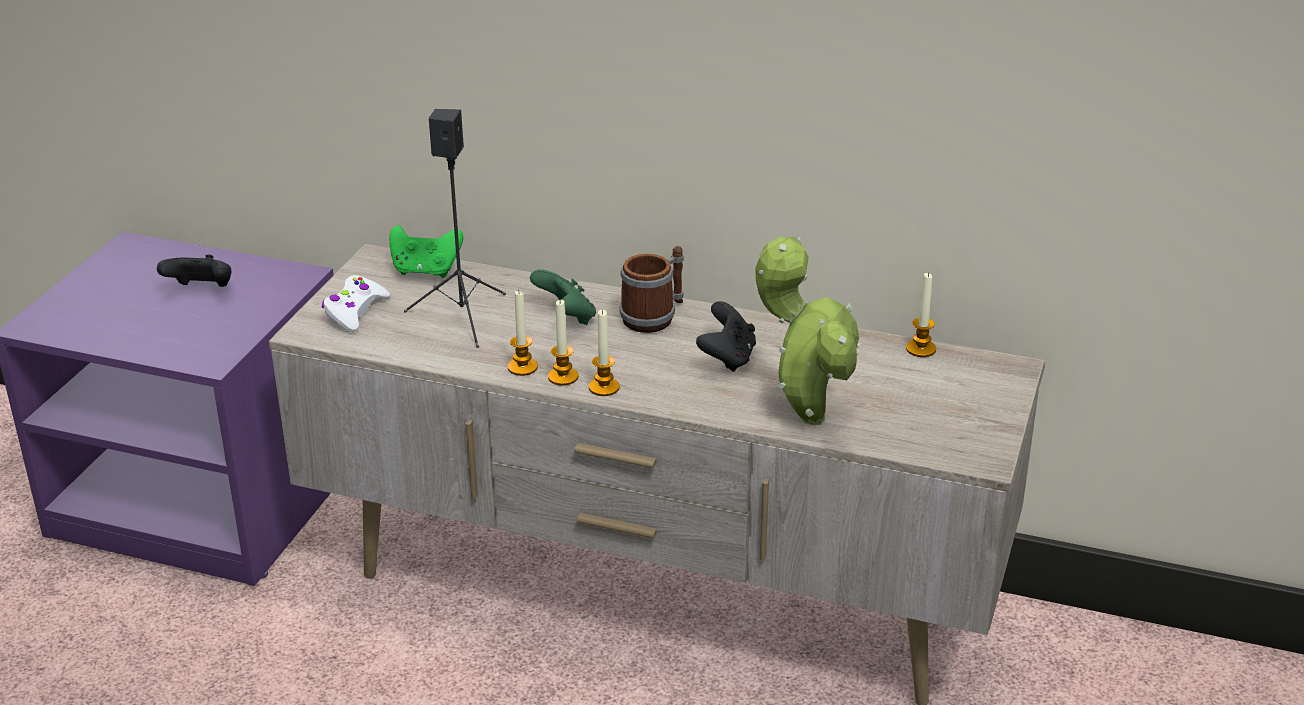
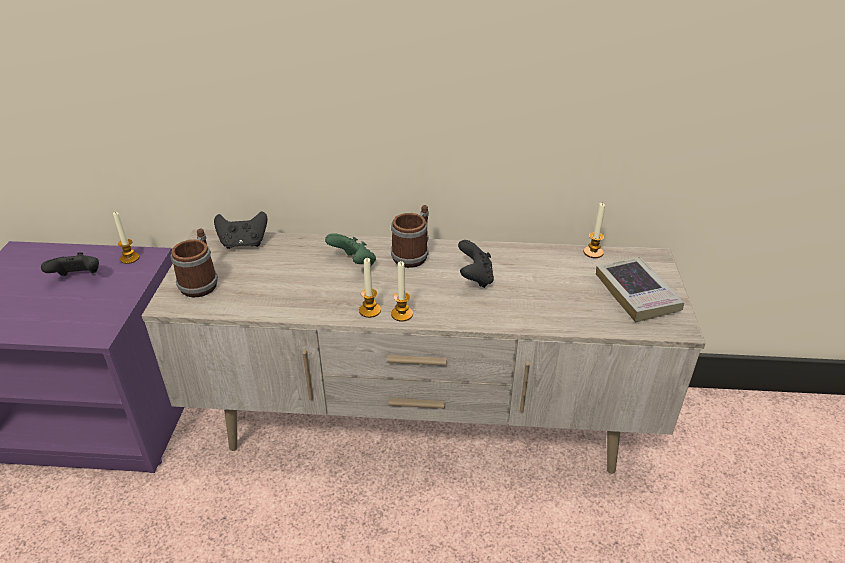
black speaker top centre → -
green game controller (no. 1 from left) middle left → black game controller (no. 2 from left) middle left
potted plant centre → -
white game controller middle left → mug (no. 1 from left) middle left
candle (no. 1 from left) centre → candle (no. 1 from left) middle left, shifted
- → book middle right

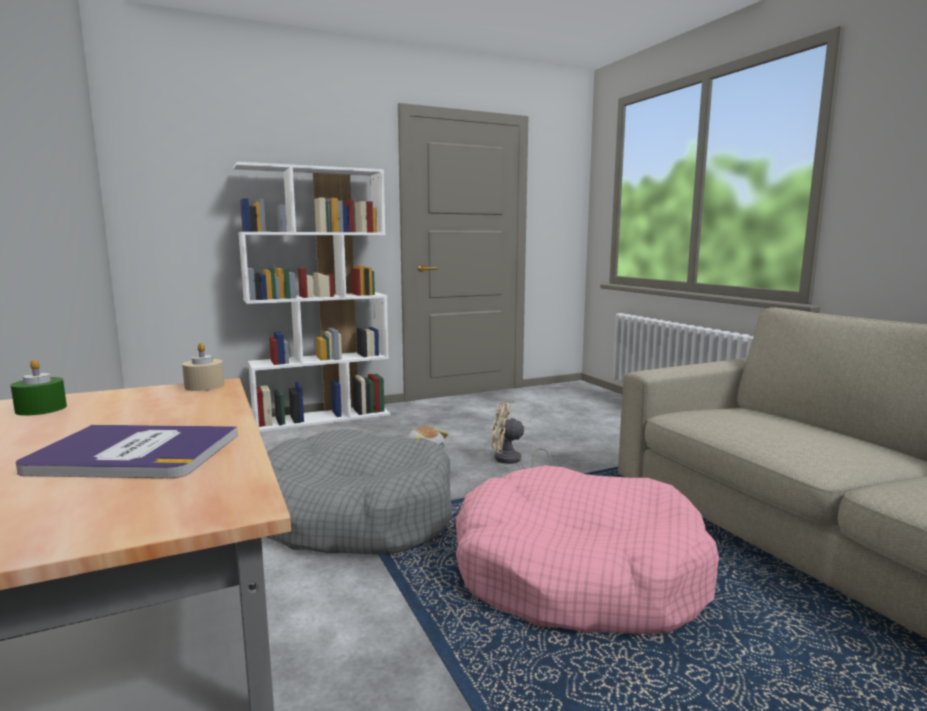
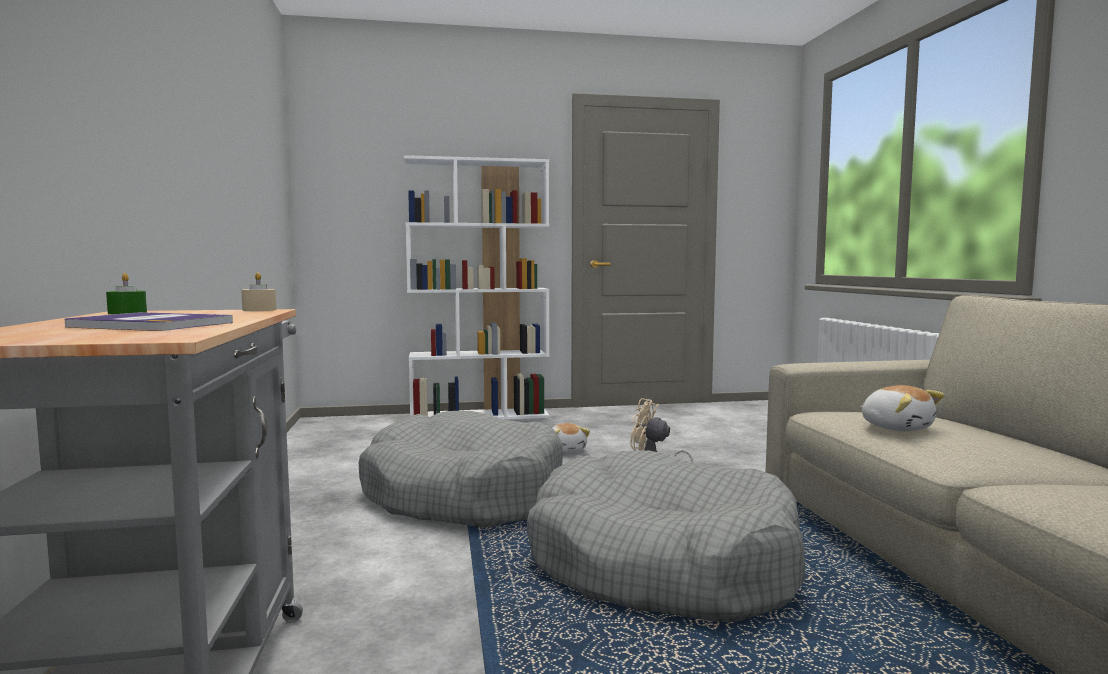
pink dog bed bottom centre → grey dog bed (no. 2 from left) bottom centre
- → plush toy (no. 2 from left) middle right

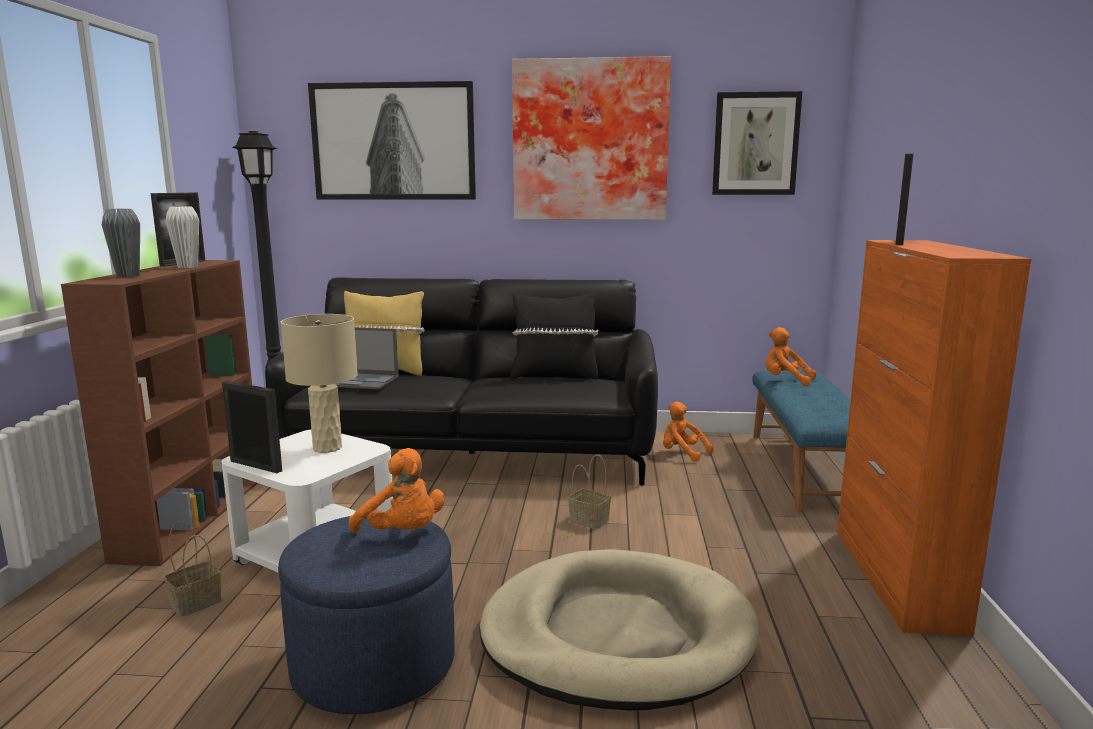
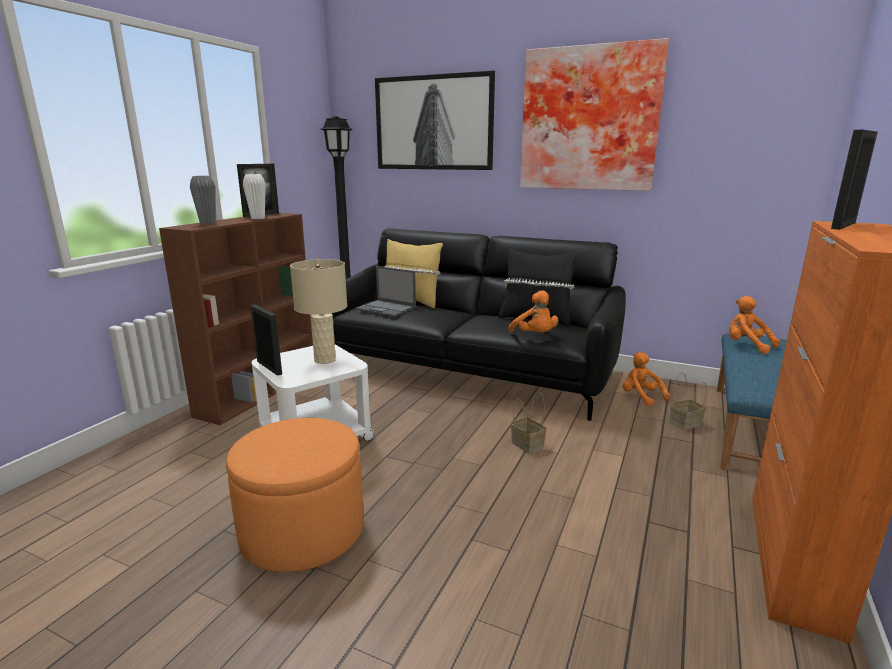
picture (no. 3 from left) top right → -
orange plush toy (no. 1 from left) bottom centre → orange plush toy (no. 1 from left) centre, shifted
blue ottoman bottom centre → orange ottoman bottom left
basket (no. 1 from left in the first image) bottom left → basket (no. 2 from left) middle right, shifted
beige dog bed bottom centre → -

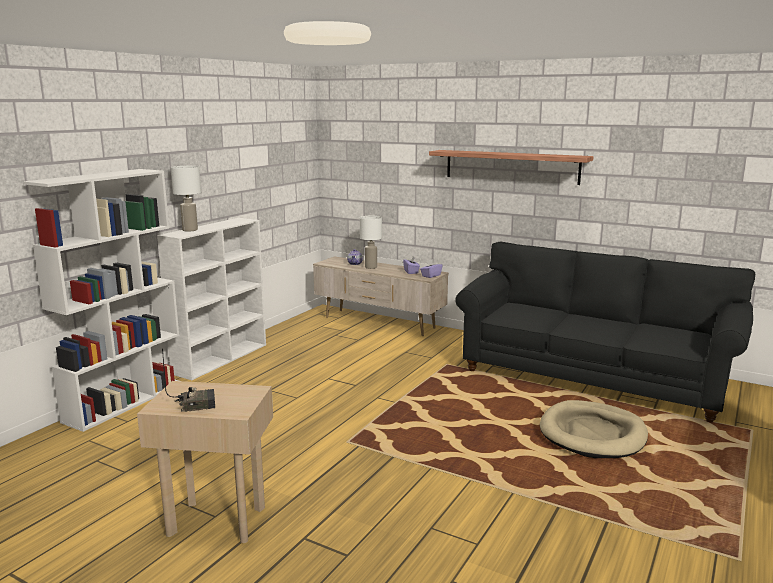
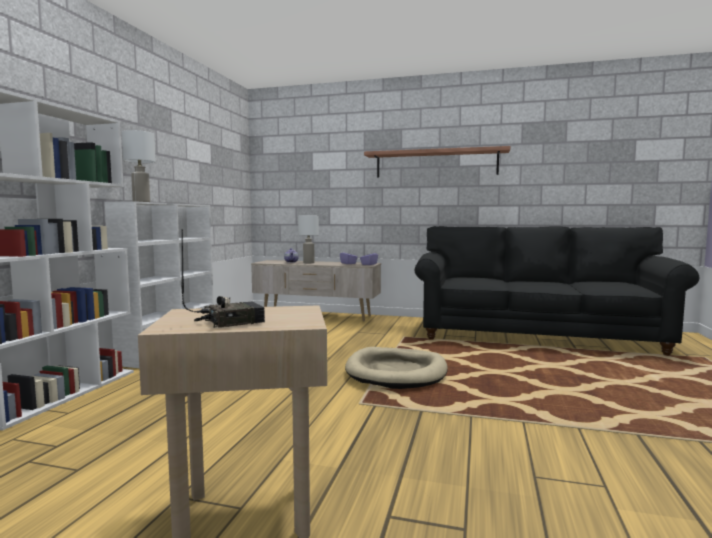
beige dog bed bottom right → beige dog bed bottom centre, shifted

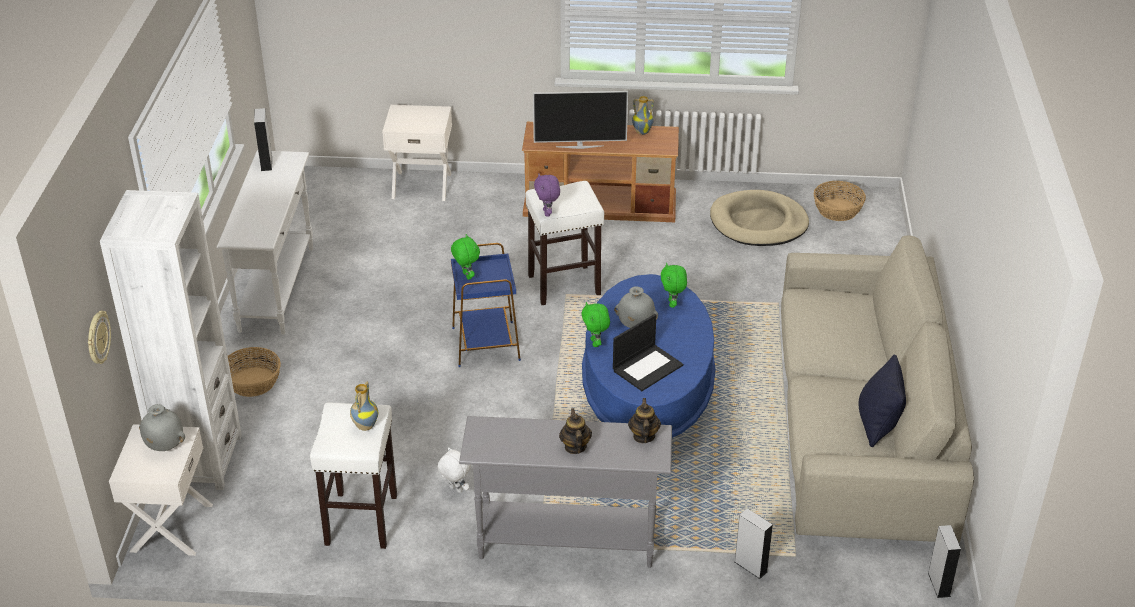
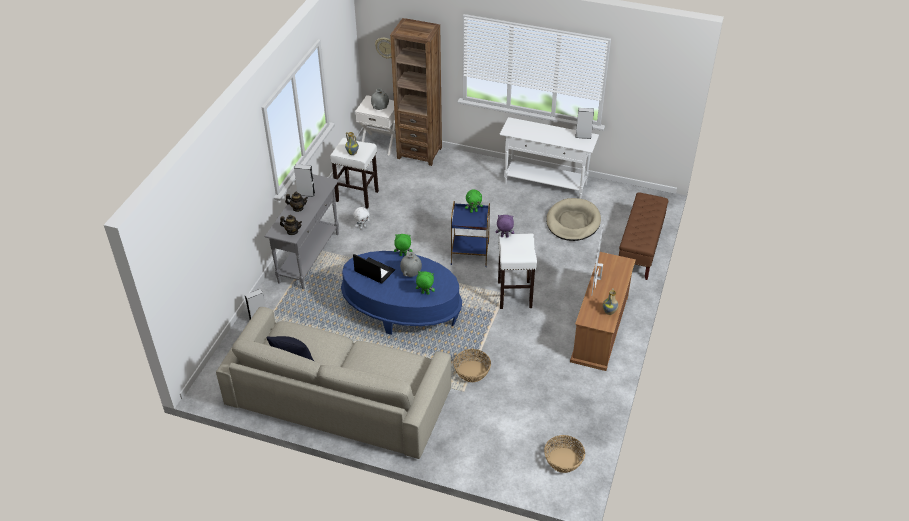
white nightstand (no. 2 from left) top centre → brown bench middle right
white bookcase middle left → brown bookcase top centre
beige dog bed middle right → beige dog bed centre, shifted
laptop centre, 150 degrees clockwise
basket (no. 1 from left) middle left → basket (no. 1 from left) bottom centre, shifted
grey speaker (no. 3 from left in the first image) bottom right → grey speaker (no. 2 from left) centre, shifted

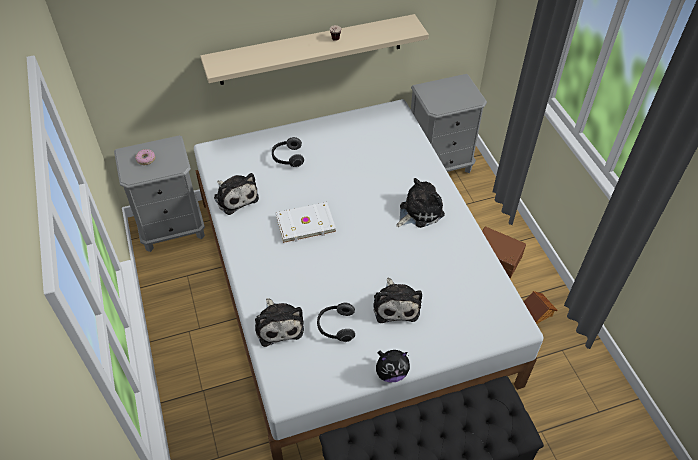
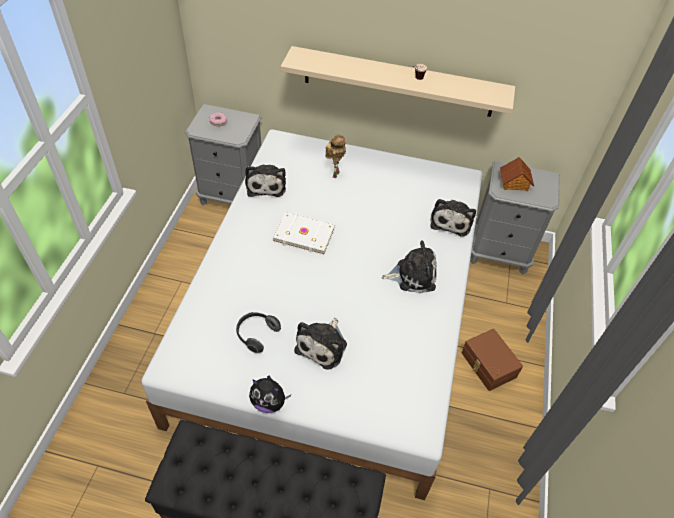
headphones (no. 1 from left) top centre → toy robot top centre
toy house bottom right → toy house middle right, shifted
plush toy (no. 2 from left in the first image) bottom centre → plush toy (no. 5 from left) middle right, shifted

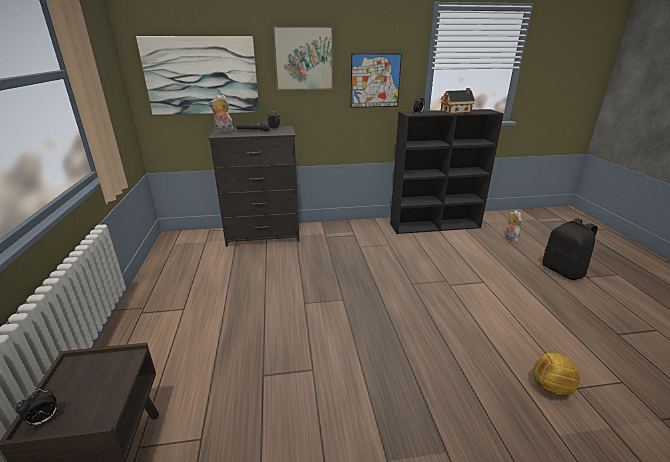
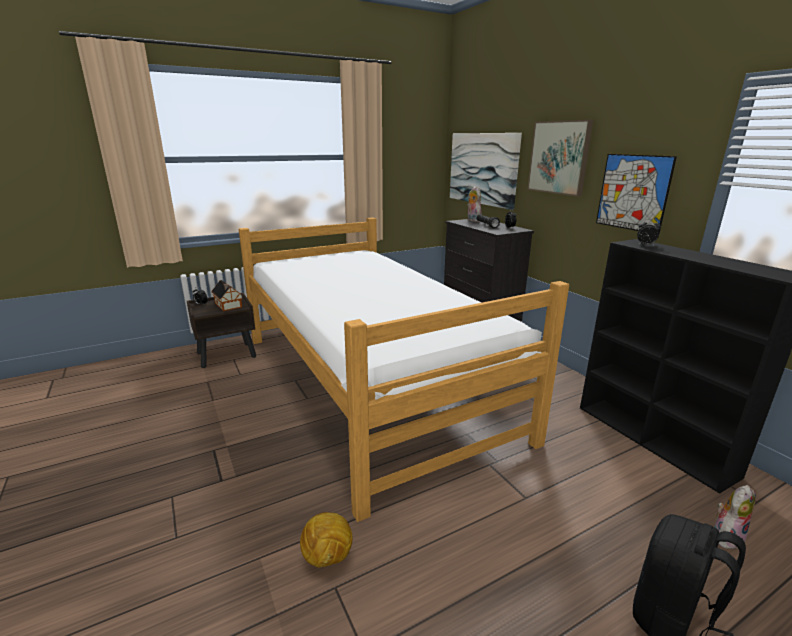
toy house top right → toy house middle left, shifted
- → bed centre

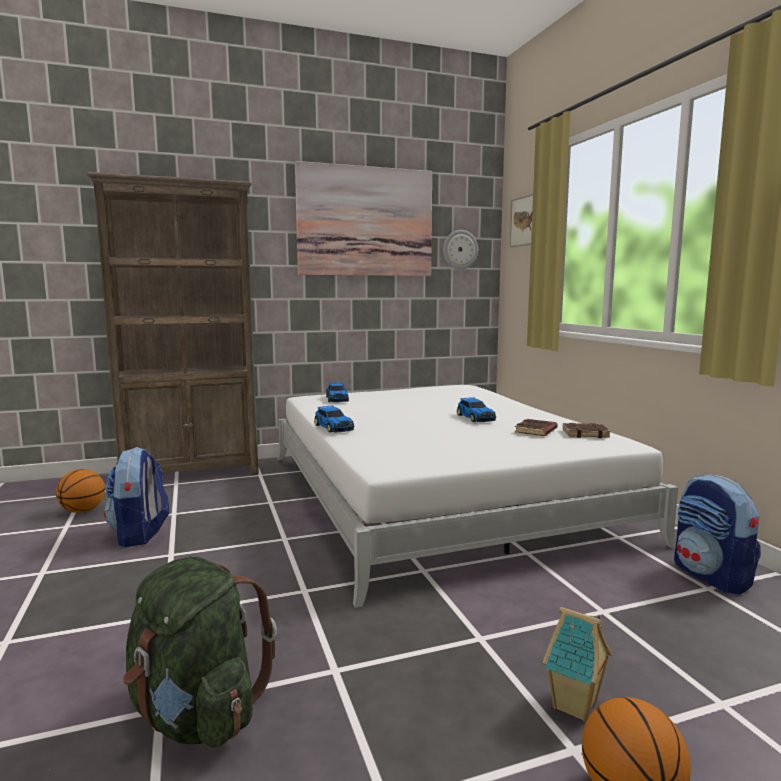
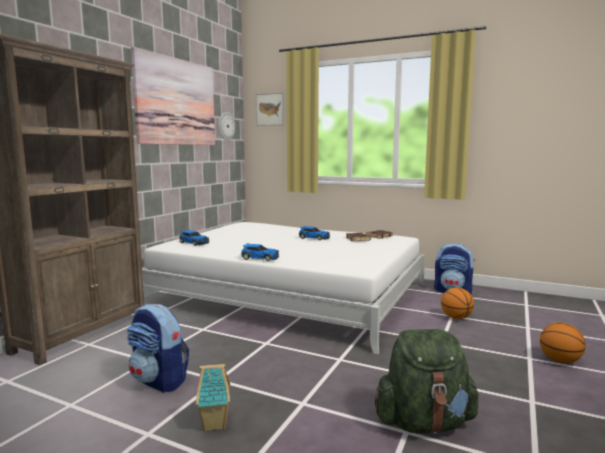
basketball (no. 1 from left) middle left → basketball (no. 1 from left) bottom right, shifted
toy house bottom right → toy house bottom centre, shifted

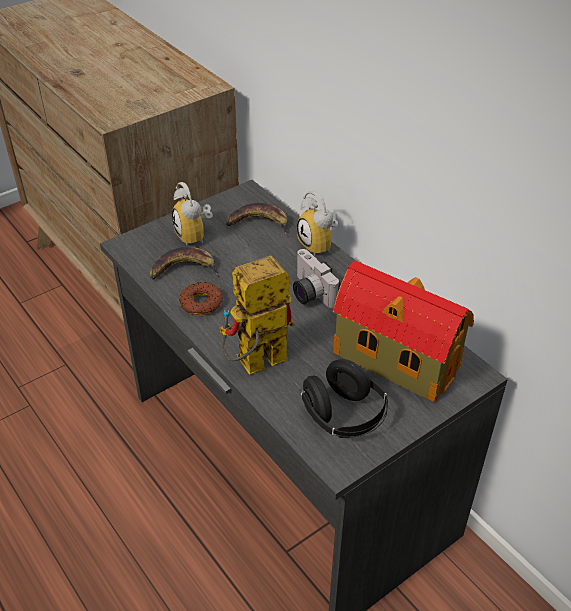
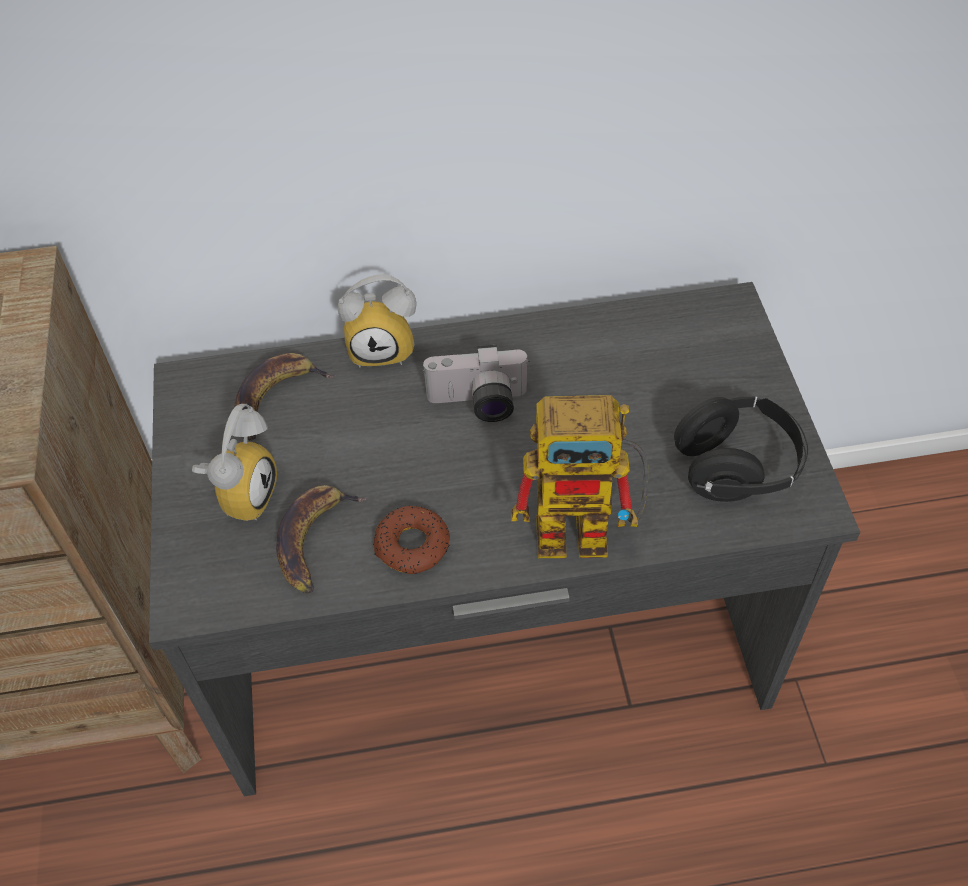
alarm clock (no. 1 from left) centre → alarm clock (no. 1 from left) middle left, 75 degrees counterclockwise
toy robot centre, 90 degrees counterclockwise
toy house middle right → -

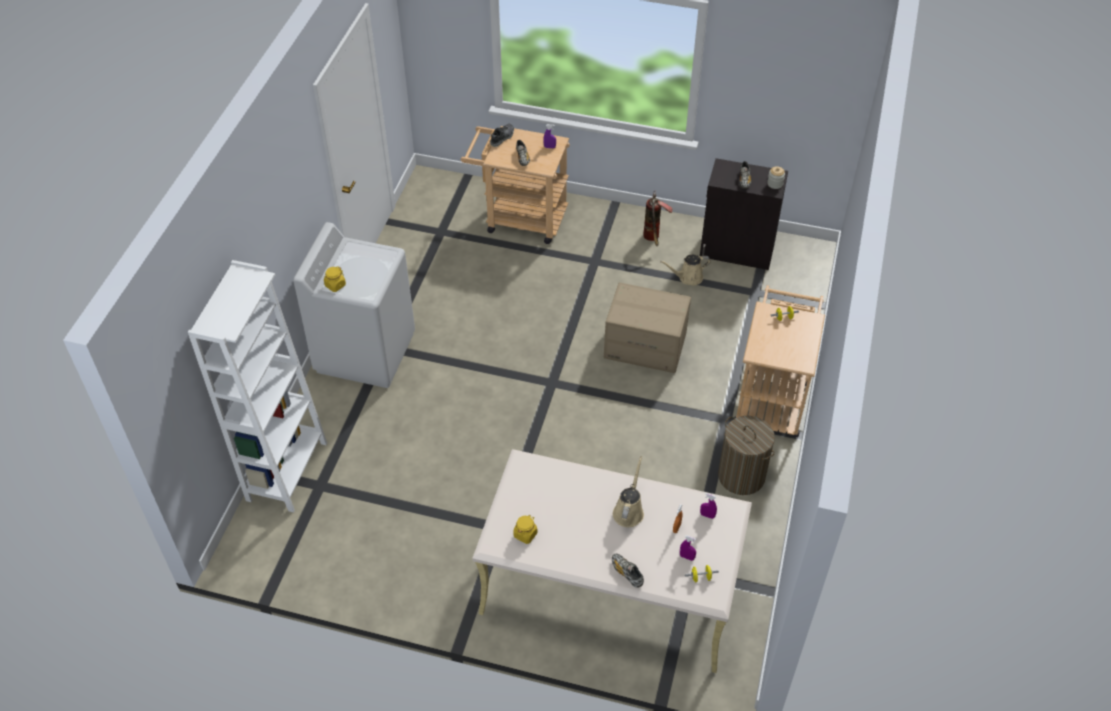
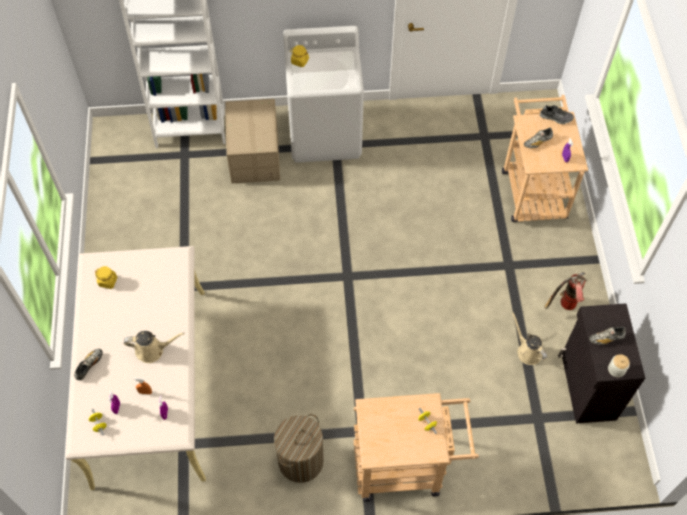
cardboard box centre → cardboard box top centre, shifted

